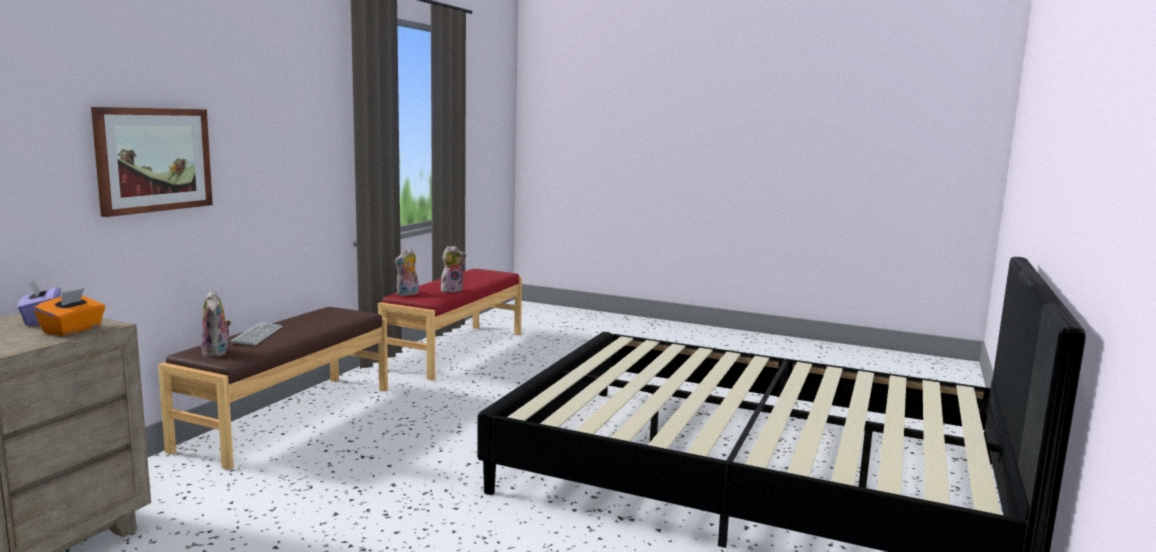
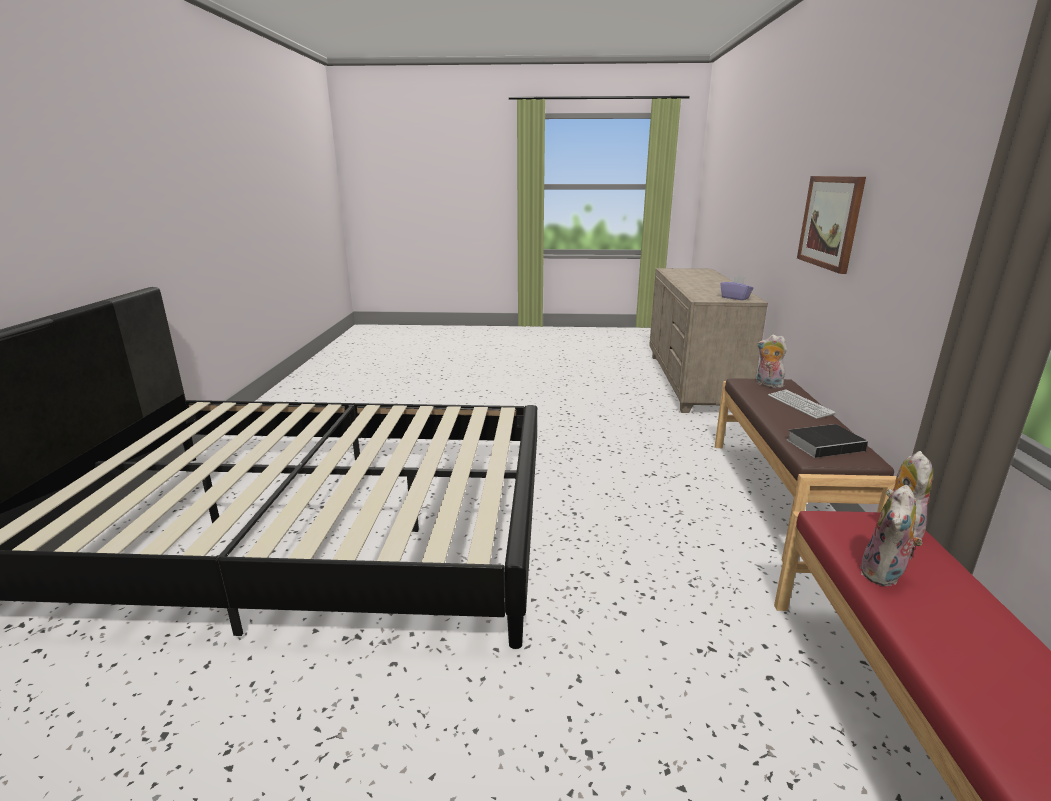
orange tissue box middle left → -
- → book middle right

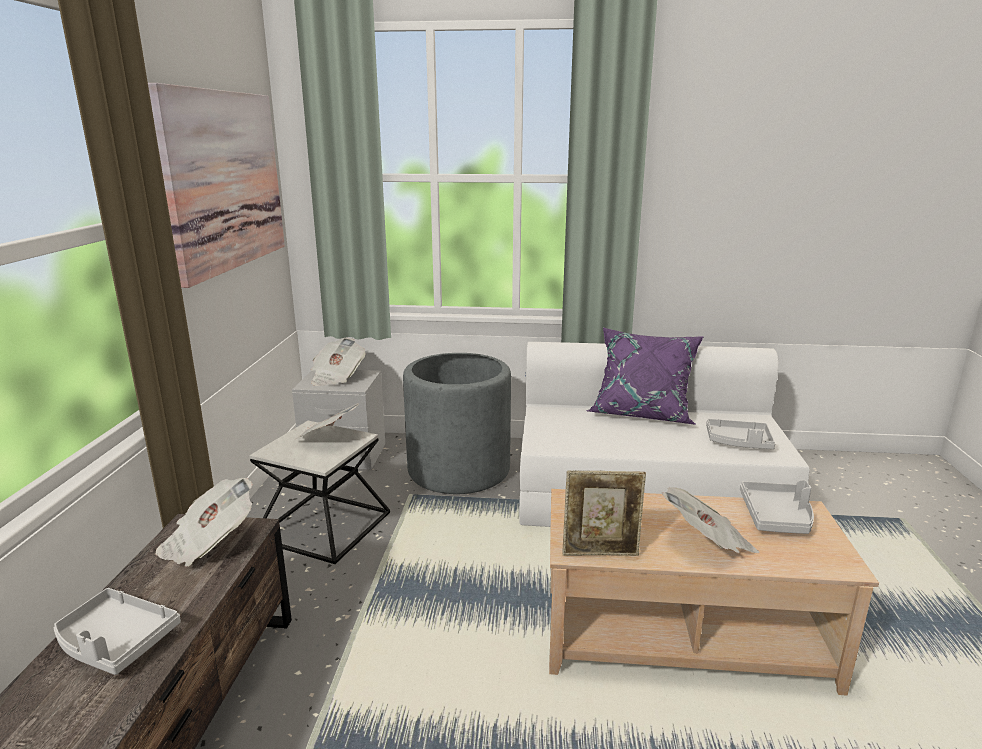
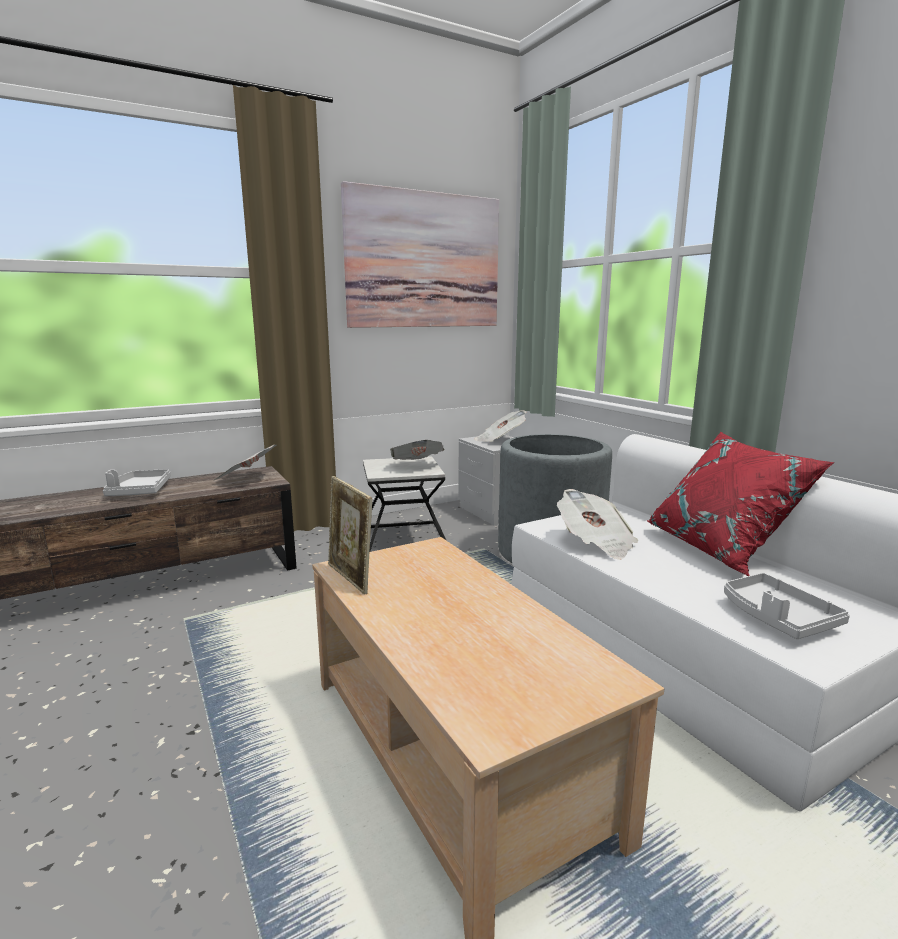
purple pillow centre → red pillow middle right
grey tray (no. 3 from left) bottom right → -
newspaper (no. 4 from left) bottom right → newspaper (no. 4 from left) centre, shifted

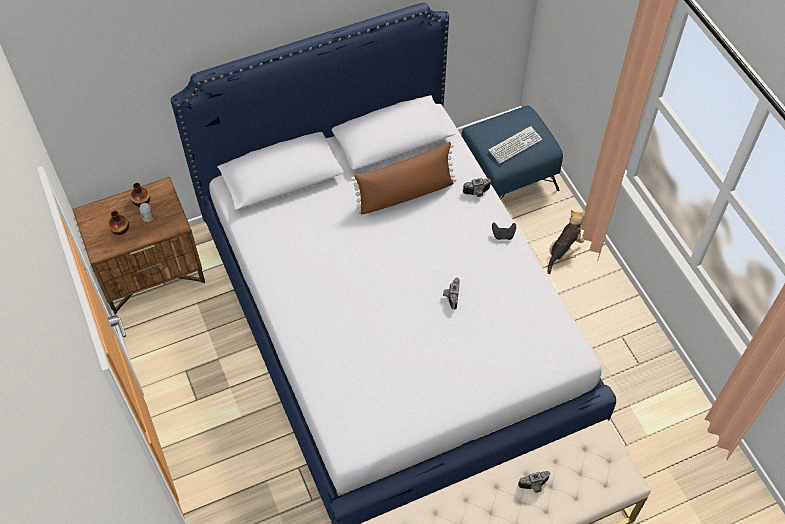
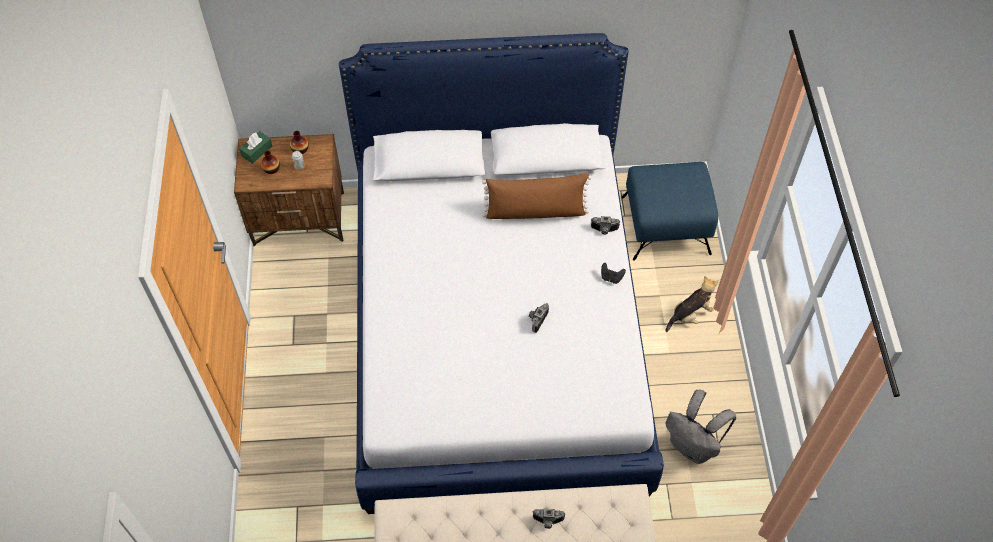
keyboard top centre → -
- → green tissue box top left
- → grey backpack bottom right

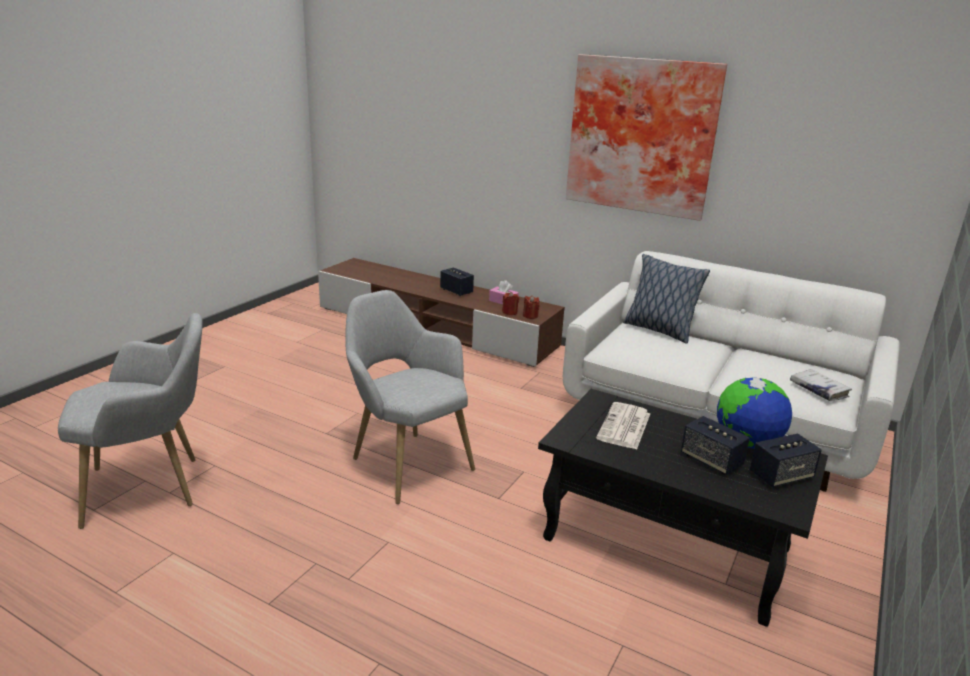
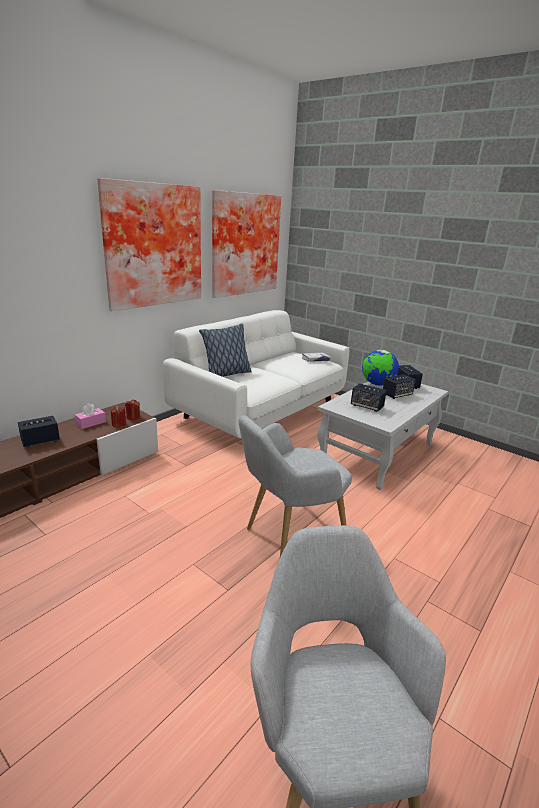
black coffee table bottom right → white coffee table middle right
newspaper centre → speaker (no. 2 from left) middle right
- → picture (no. 2 from left) top centre

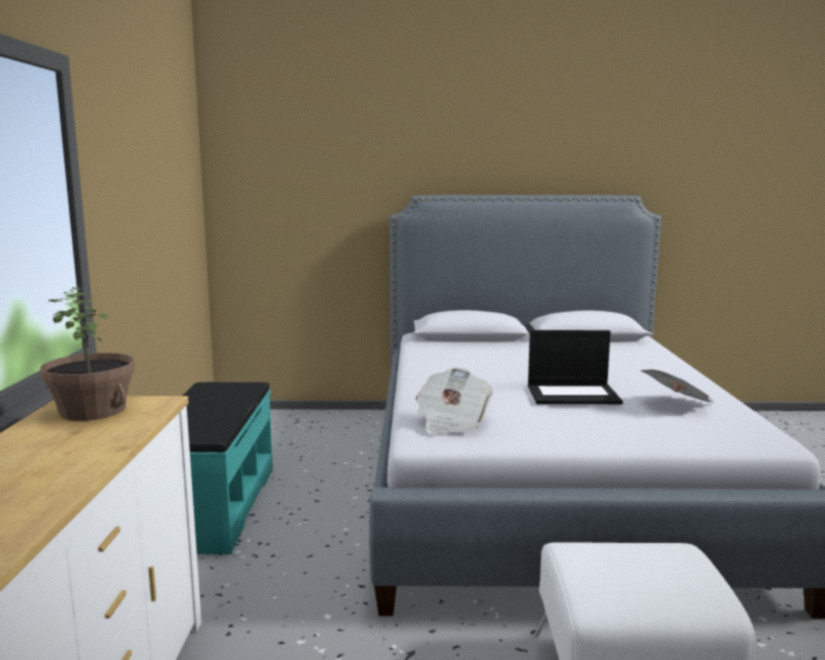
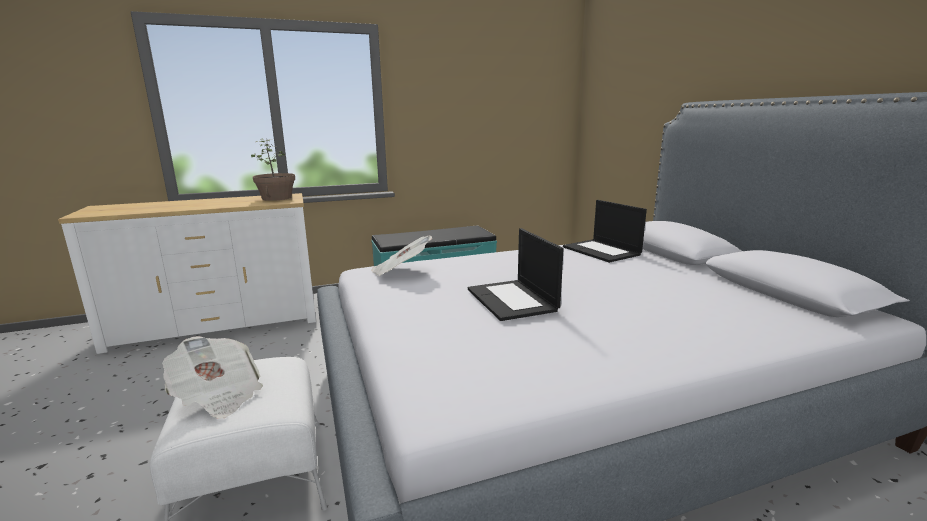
newspaper (no. 2 from left in the first image) middle right → newspaper (no. 1 from left) bottom left, shifted
- → laptop (no. 2 from left) centre

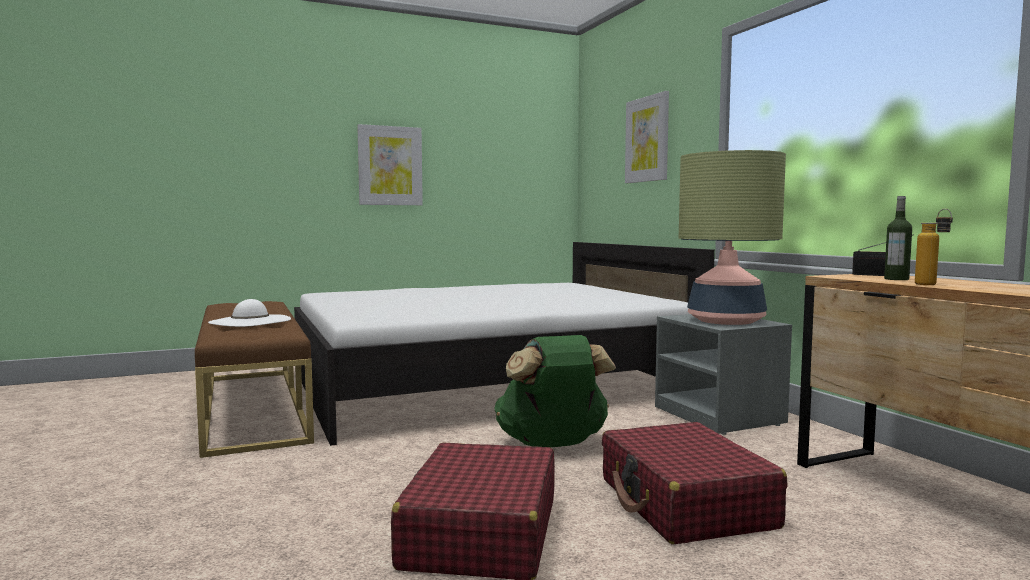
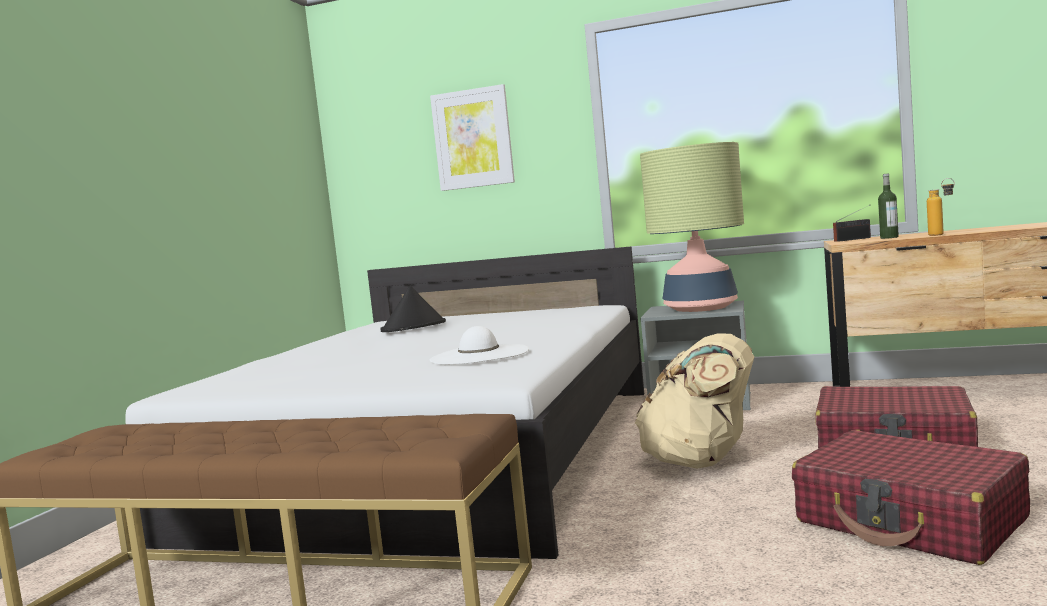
picture (no. 1 from left) top centre → -
white hat middle left → white hat centre, shifted
green backpack bottom centre → beige backpack centre
- → black hat centre

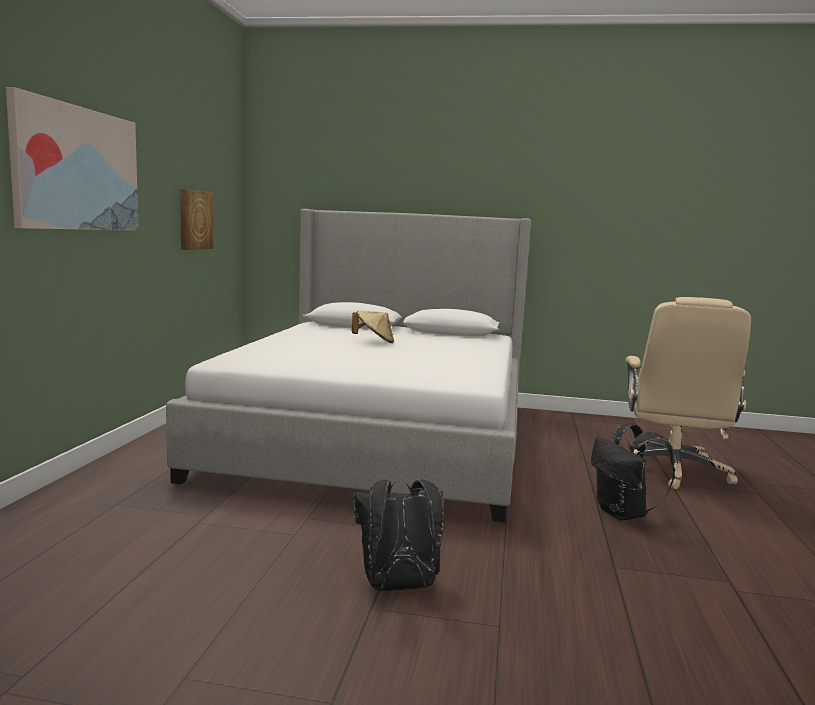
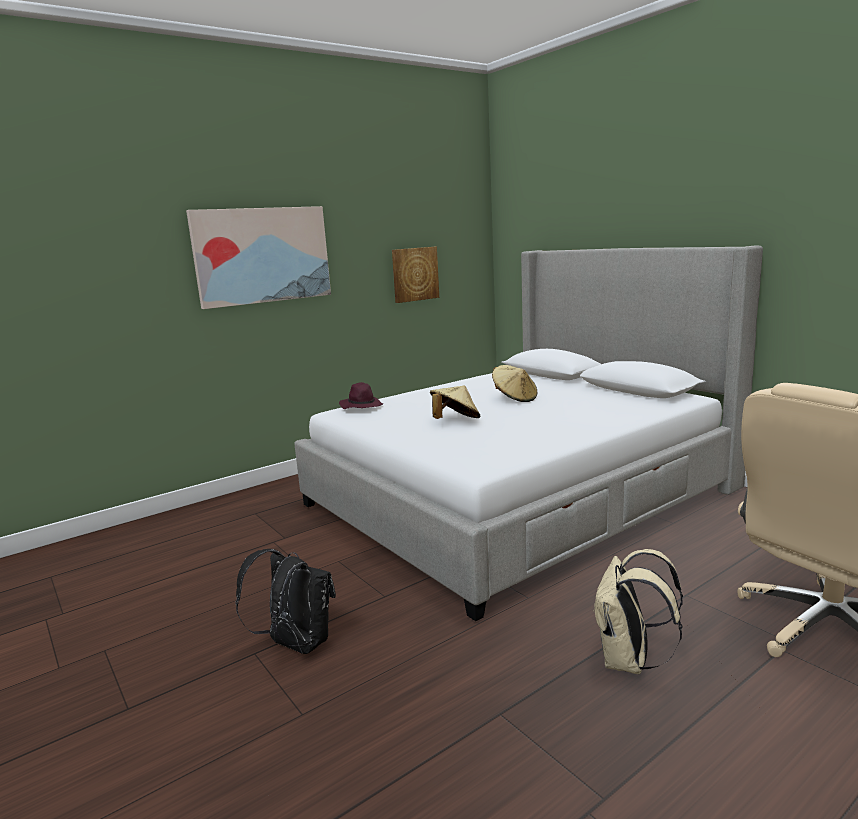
black backpack (no. 2 from left) bottom right → beige backpack bottom right
- → purple hat centre
- → beige hat (no. 1 from left) centre

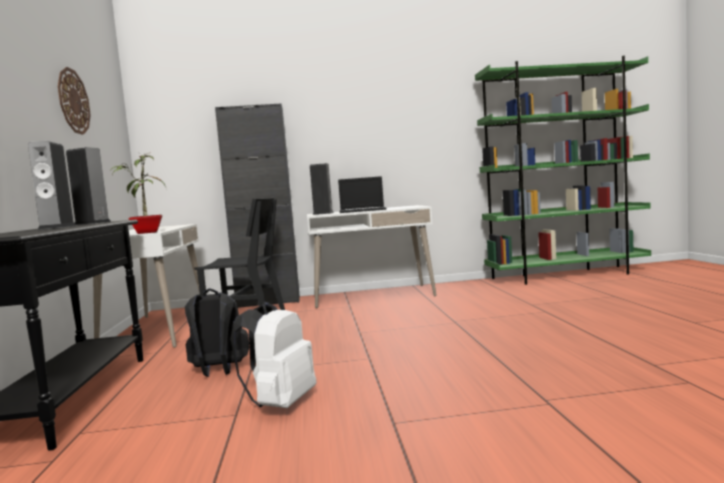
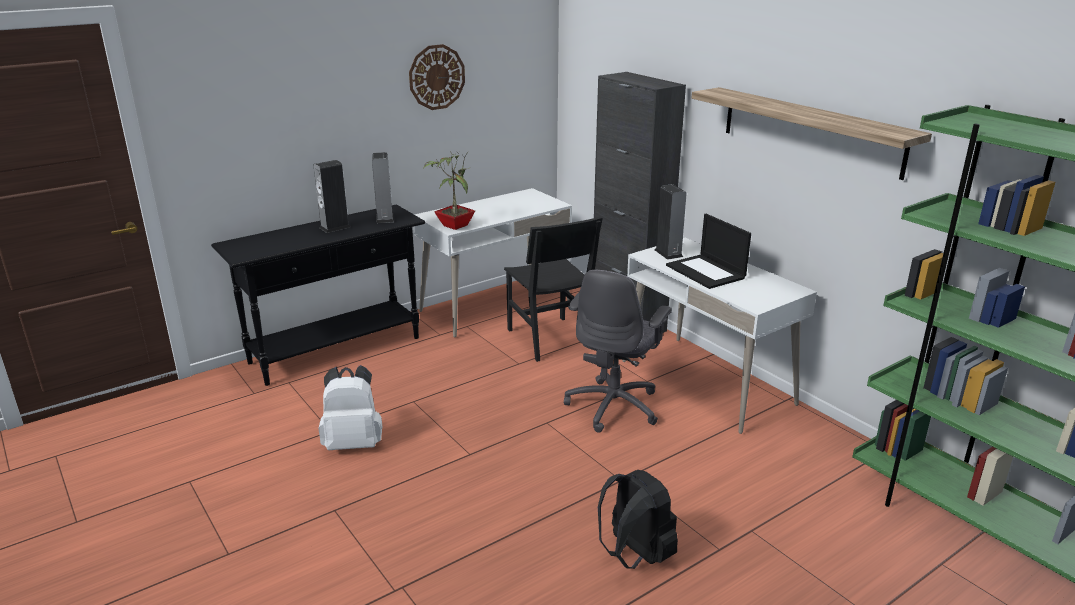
black backpack bottom left → black backpack bottom centre, shifted
- → shelf top right
- → grey office chair centre

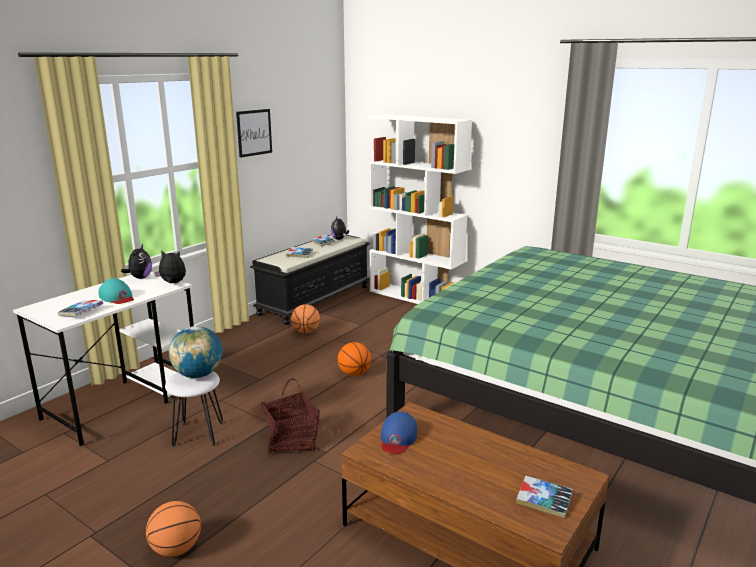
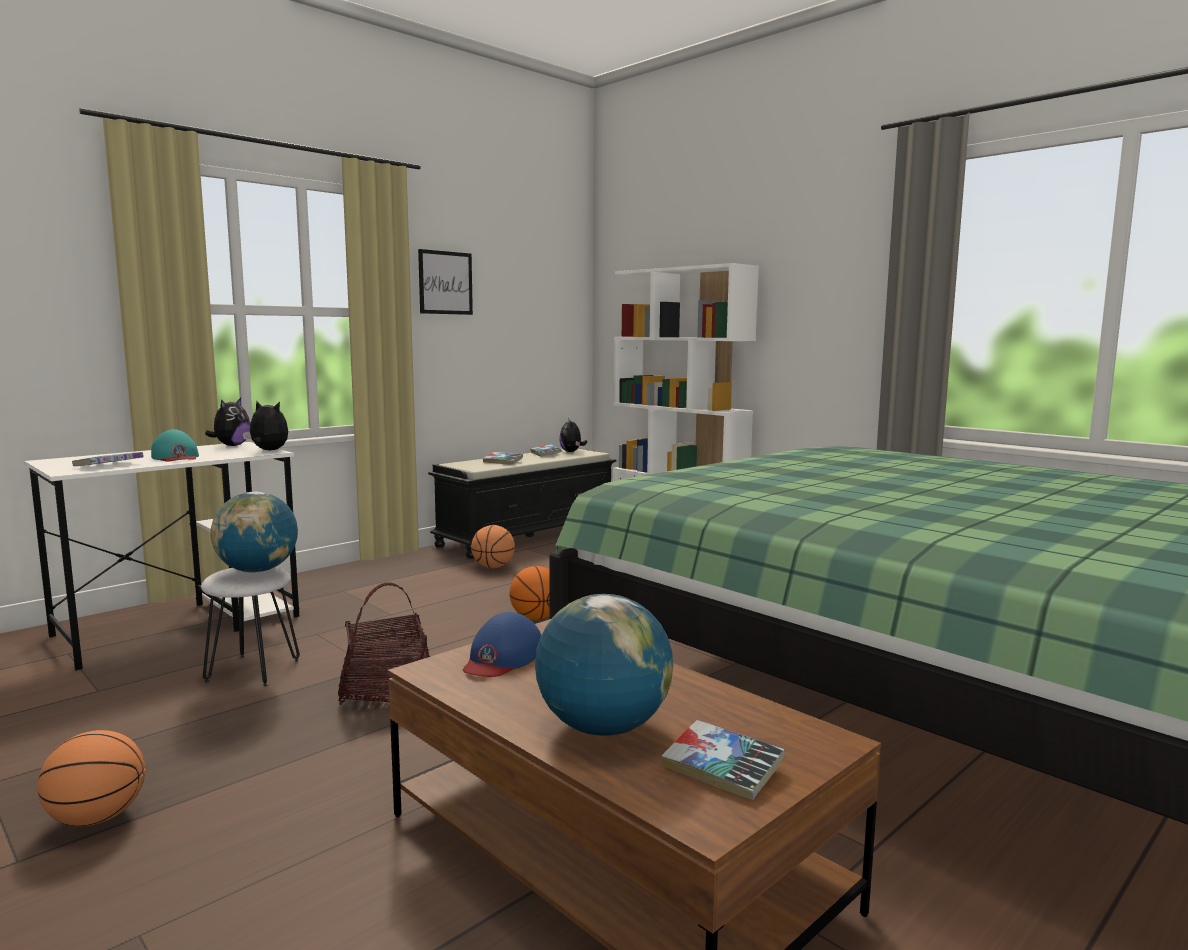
- → globe (no. 2 from left) bottom centre

